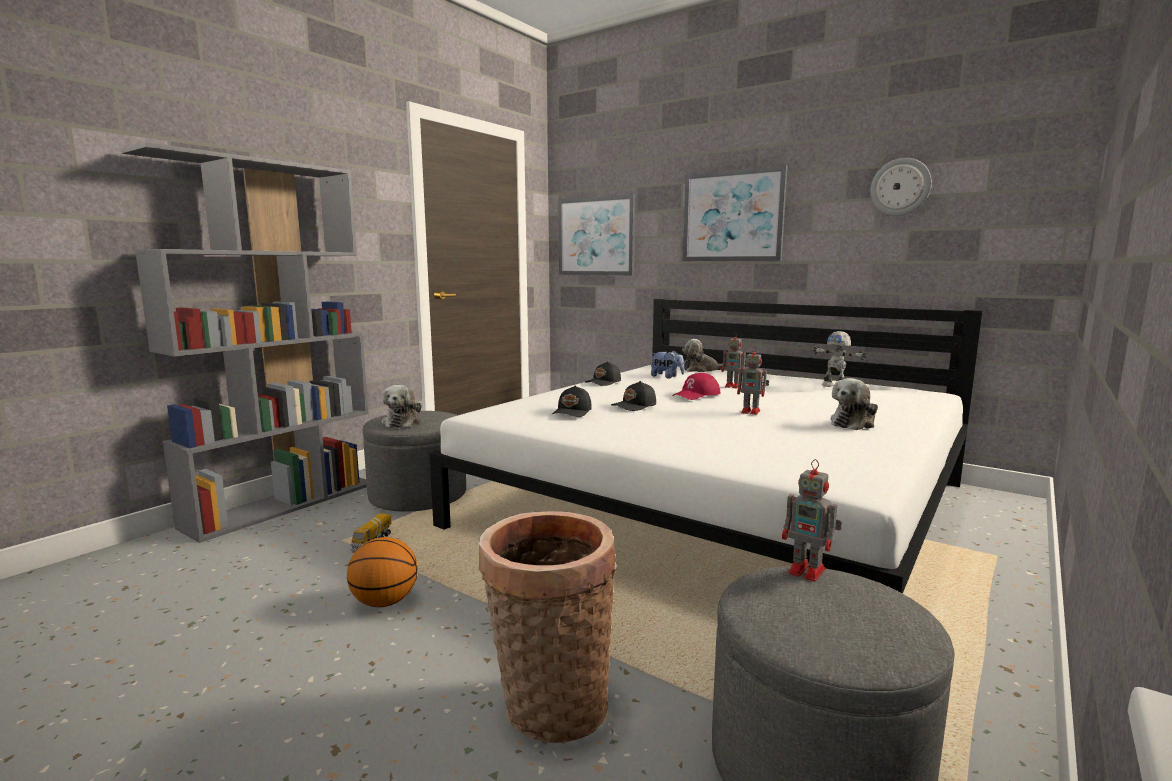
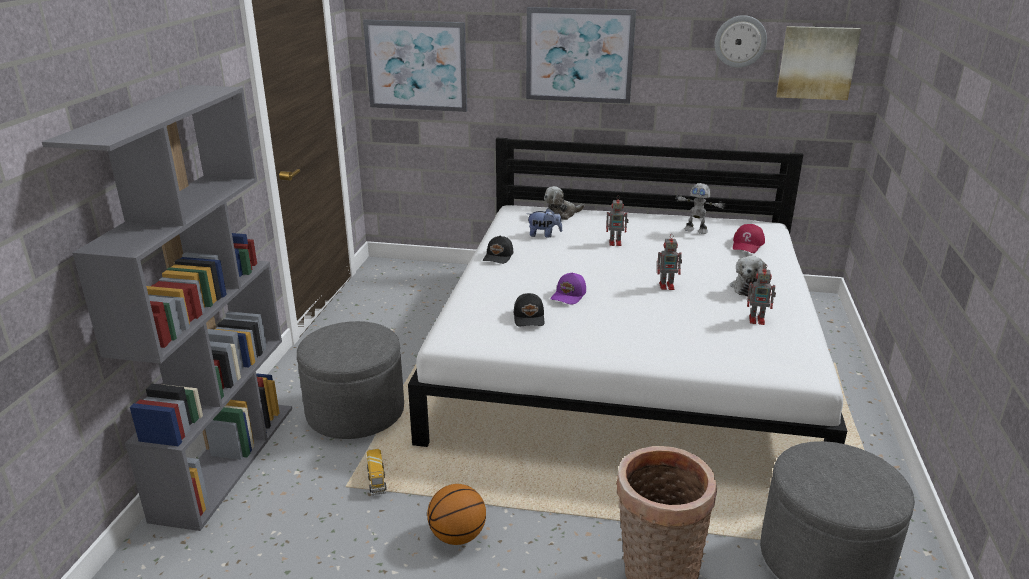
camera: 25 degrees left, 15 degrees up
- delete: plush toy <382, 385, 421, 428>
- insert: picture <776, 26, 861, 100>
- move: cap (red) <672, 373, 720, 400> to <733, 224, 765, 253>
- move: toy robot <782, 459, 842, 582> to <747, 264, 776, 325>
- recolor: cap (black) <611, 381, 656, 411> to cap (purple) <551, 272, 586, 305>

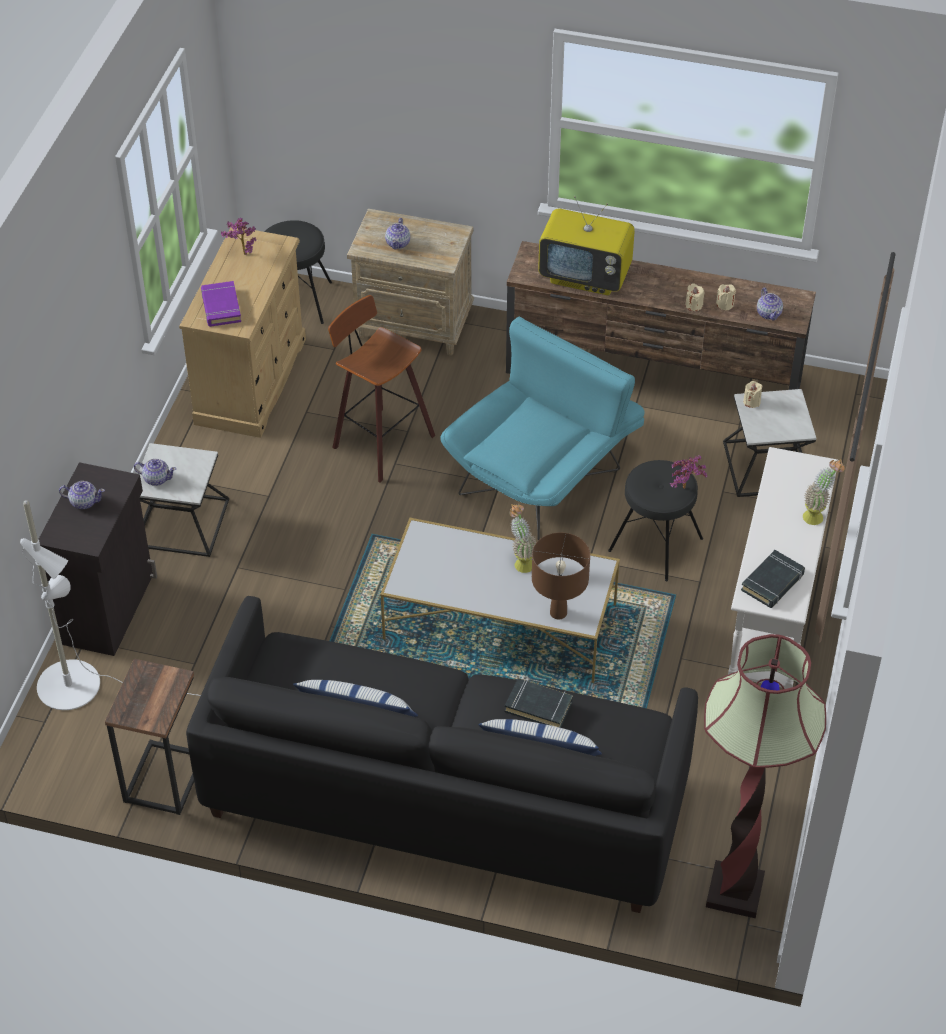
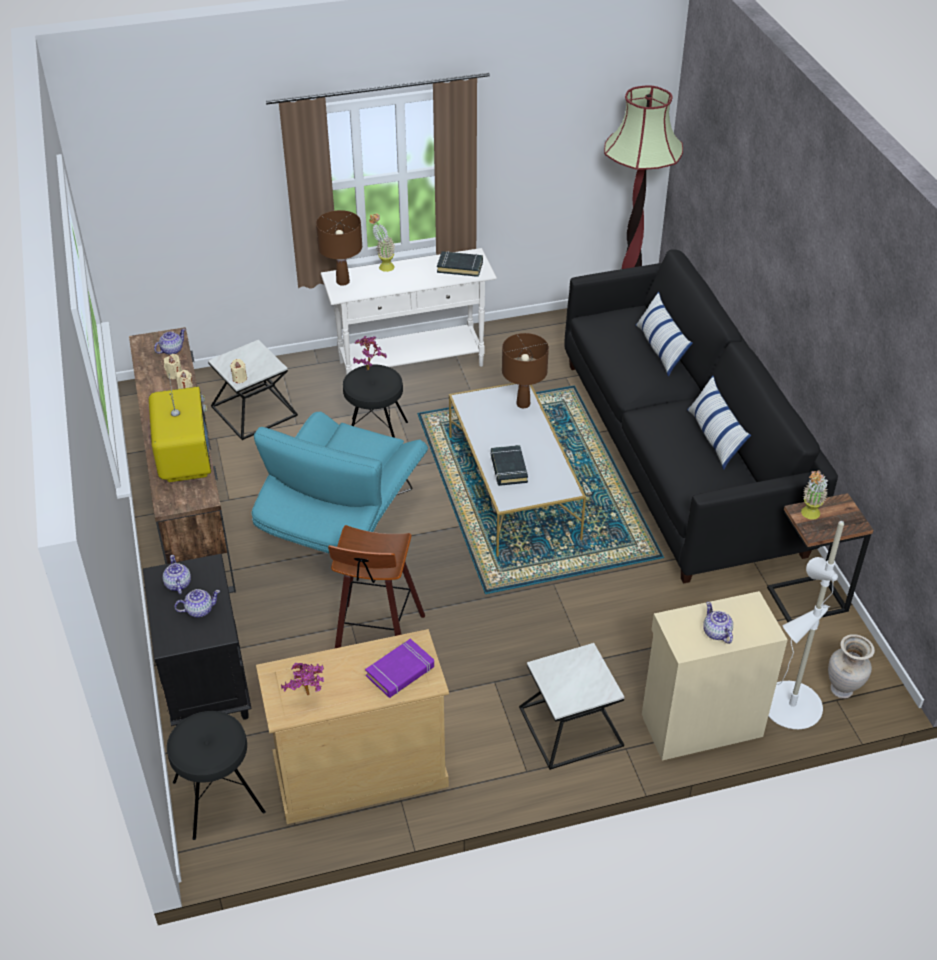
camera: 120 degrees left, 5 degrees down
- insert: table lamp (brown) <316, 210, 362, 286>
- insert: vase (beige) <828, 634, 875, 699>
- move: teapot <134, 459, 176, 486> to <163, 555, 191, 594>
- move: book (black) <505, 678, 573, 728> to <491, 445, 528, 486>
- move: potted plant <510, 504, 536, 573> to <801, 470, 828, 520>
- recolor: cabinet (black) <39, 462, 157, 656> to cabinet (beige) <642, 591, 788, 760>
- recolor: nightstand (beige) <347, 209, 474, 355> to nightstand (black) <143, 554, 252, 726>
- rotate: armchair (turquoise) <440, 317, 645, 540> = <252, 412, 428, 554> 75 degrees counterclockwise

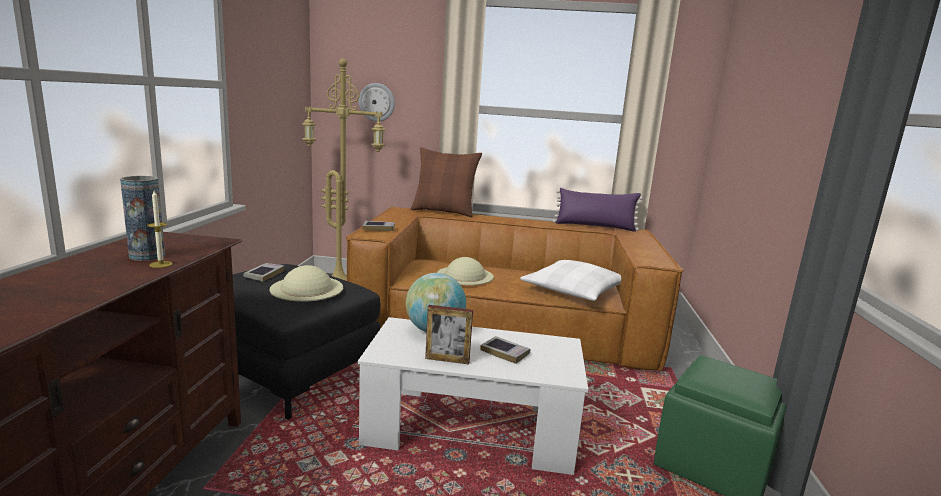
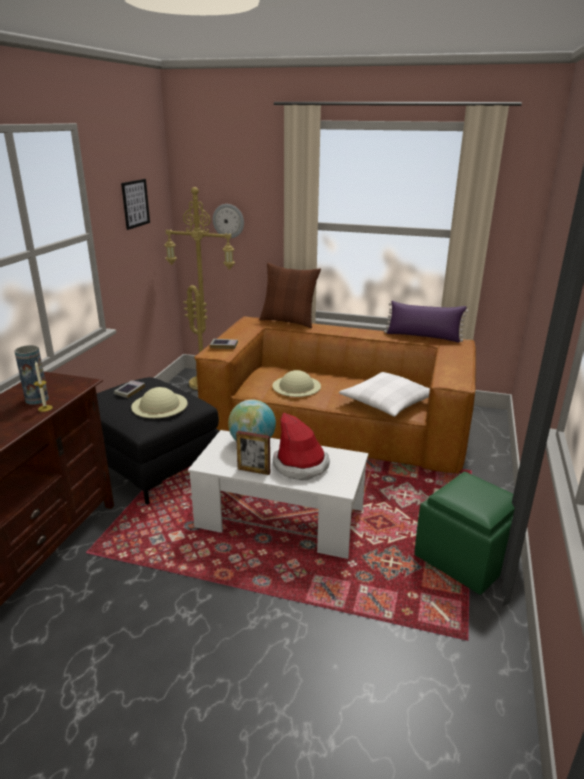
camera: 10 degrees right, 10 degrees up
- insert: picture <121, 179, 150, 230>
- replace: book <480, 336, 530, 364> to hat <273, 412, 330, 480>

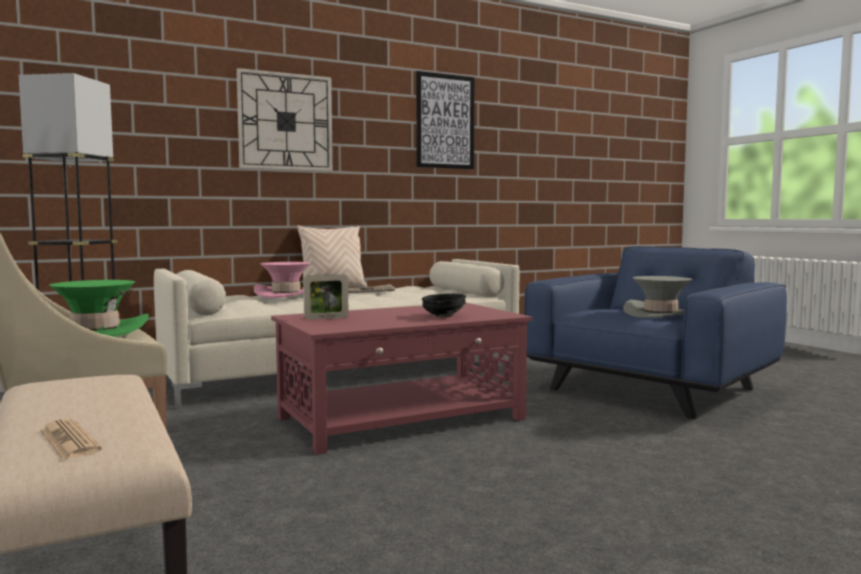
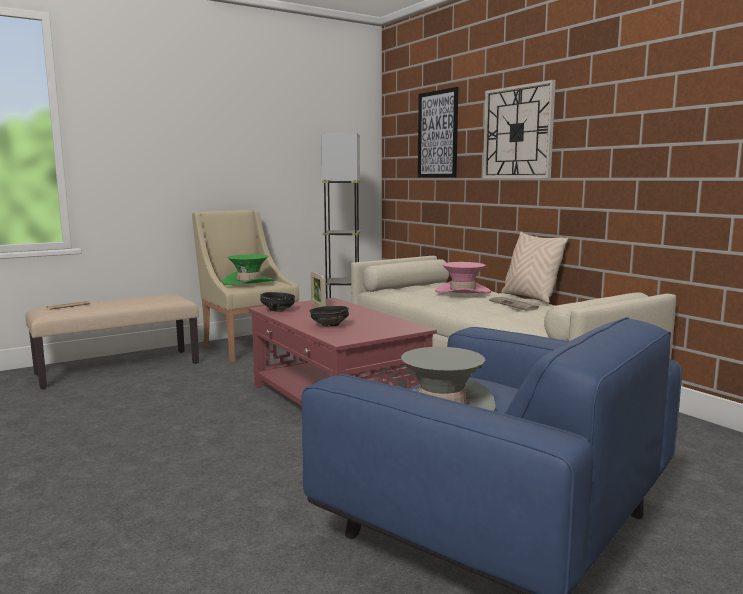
camera: 85 degrees right, 5 degrees up
- insert: bowl (black) <260, 292, 295, 312>
- move: picture <416, 71, 474, 169> to <418, 87, 458, 178>

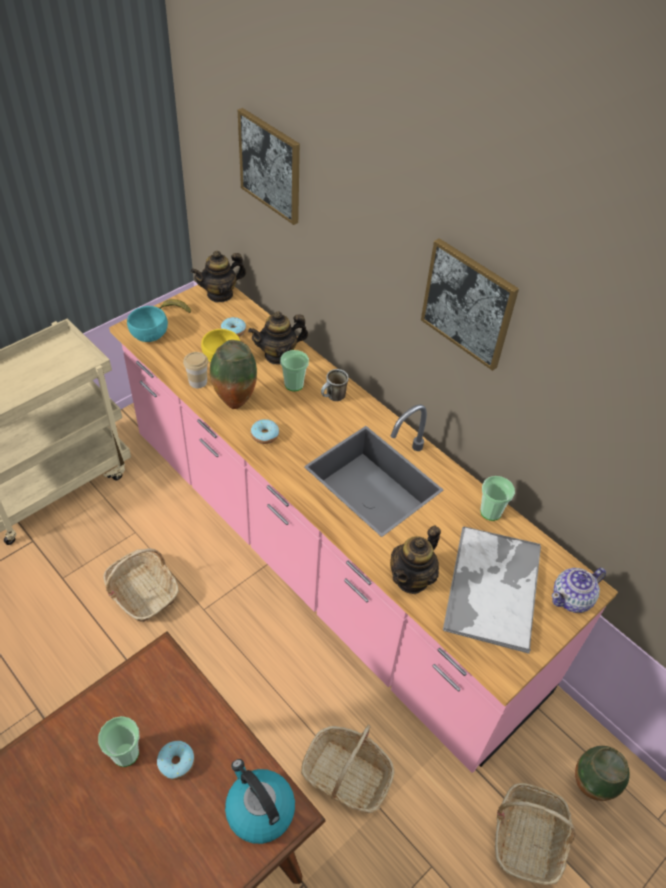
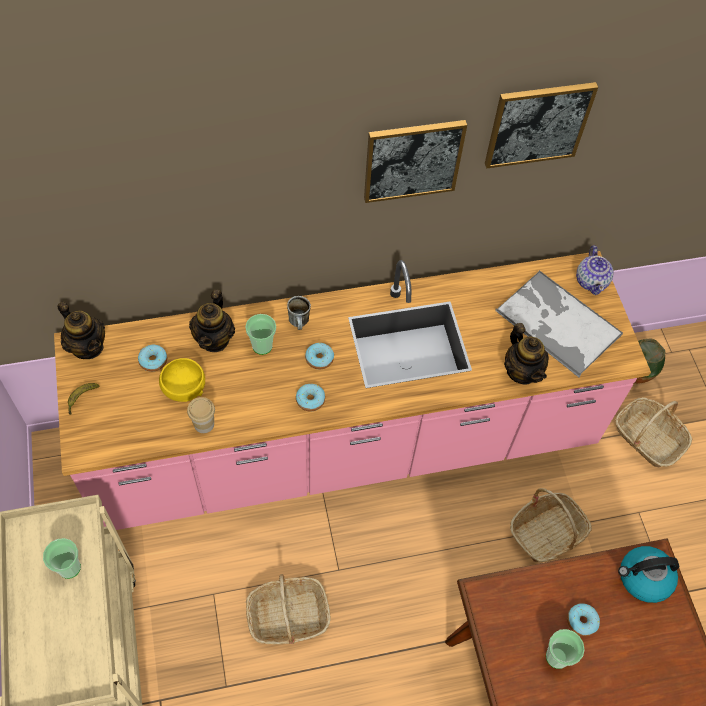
camera: 60 degrees left, 10 degrees up
- delete: bowl (turquoise) <127, 306, 168, 342>
- delete: vase <210, 340, 257, 409>
- insert: donut <305, 343, 334, 369>
- move: picture <238, 108, 300, 225> to <485, 82, 598, 168>
- move: cup <480, 476, 515, 521> to <43, 538, 81, 579>
- rotate: teapot <191, 251, 246, 302> = <58, 301, 105, 359> 45 degrees counterclockwise

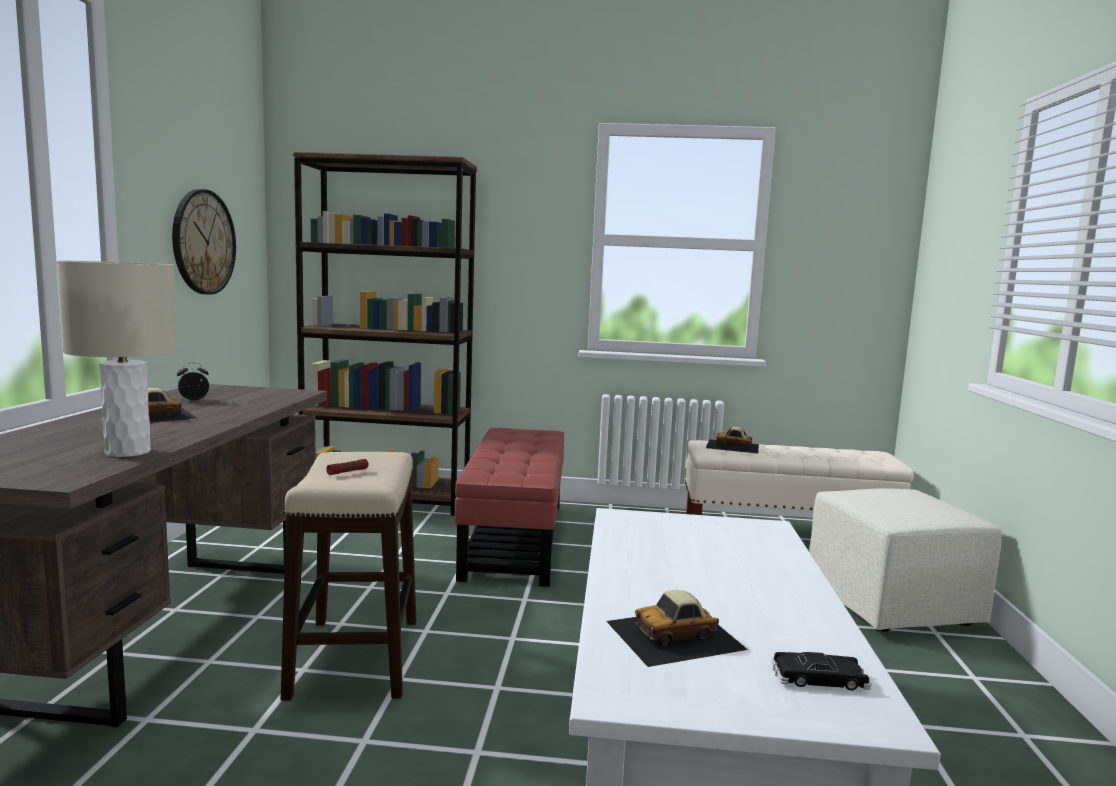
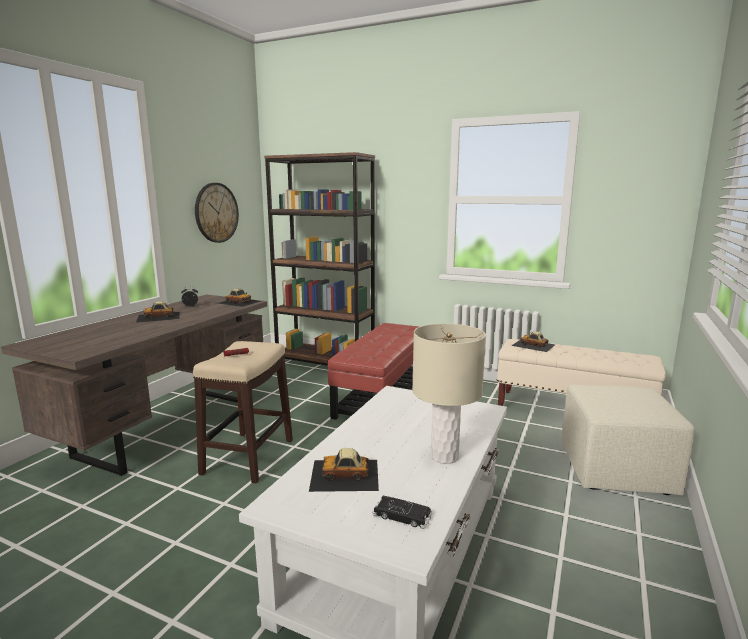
camera: 20 degrees right, 5 degrees up
- insert: toy car <218, 289, 261, 307>
- move: table lamp (beige) <56, 260, 178, 457> to <412, 323, 486, 464>

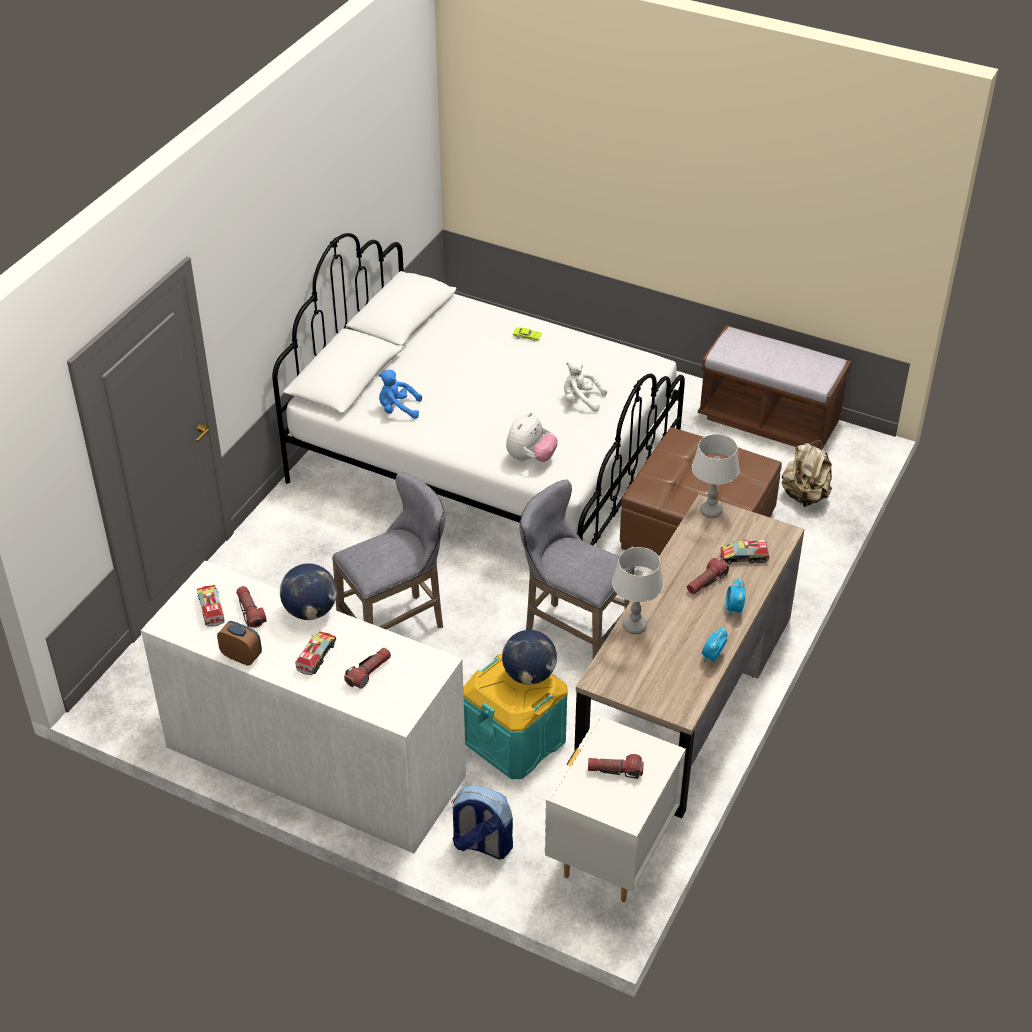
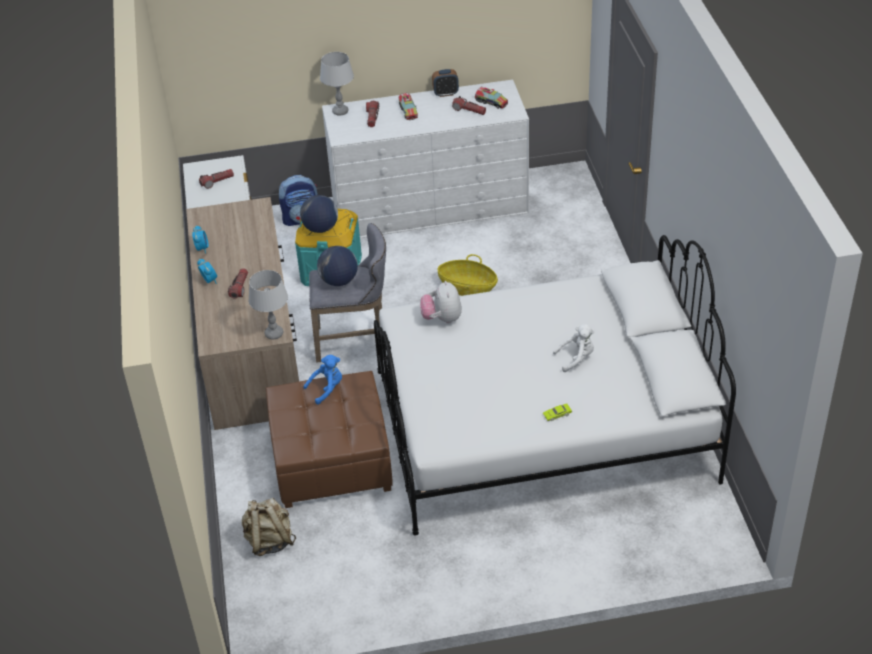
camera: 145 degrees right, 0 degrees up
- delete: bench (brown) <698, 325, 851, 449>
- delete: toy truck <720, 540, 769, 564>
- move: globe <280, 563, 337, 620> to <317, 246, 358, 286>
- move: plush toy (blue) <379, 370, 422, 419> to <303, 355, 342, 404>
- move: plush toy (white) <564, 359, 607, 412> to <553, 324, 595, 372>
- move: table lamp (grey) <612, 547, 664, 634> to <320, 52, 354, 116>
- replace: stool (grey) <332, 472, 445, 630> to basket <438, 254, 498, 296>

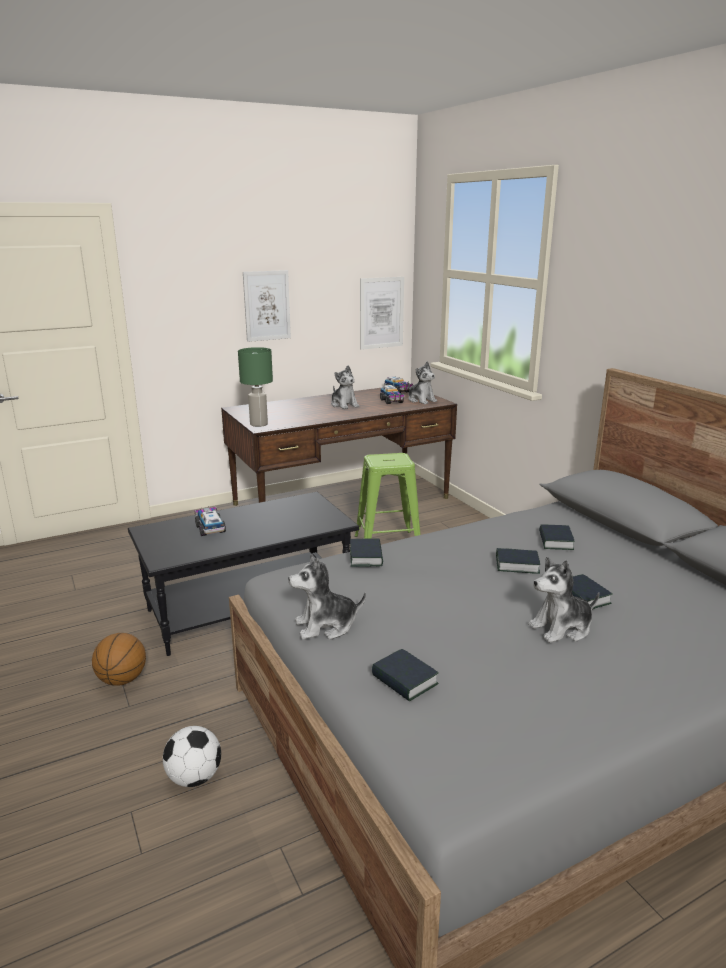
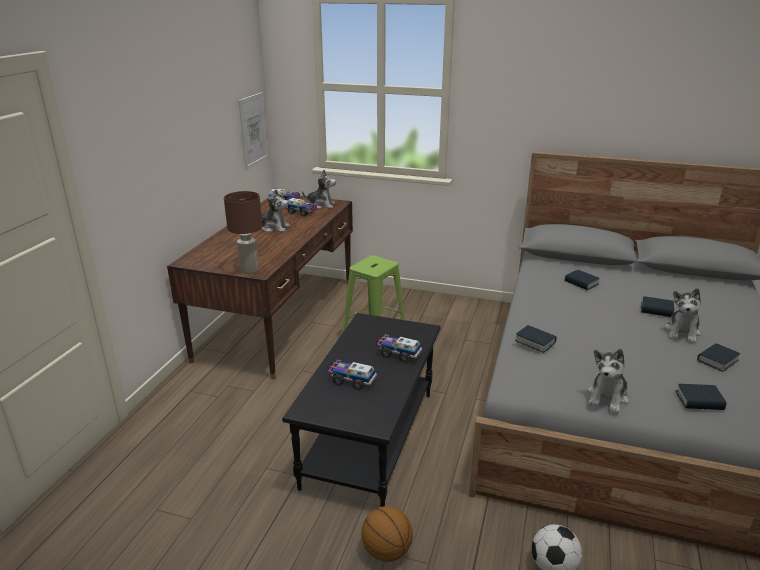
camera: 45 degrees left, 5 degrees up
- delete: picture <243, 270, 291, 342>
- insert: toy truck <376, 335, 422, 363>
- move: book <496, 548, 540, 574> to <697, 343, 740, 372>
- recolor: table lamp (green) <238, 347, 273, 427> to table lamp (brown) <224, 191, 262, 274>

